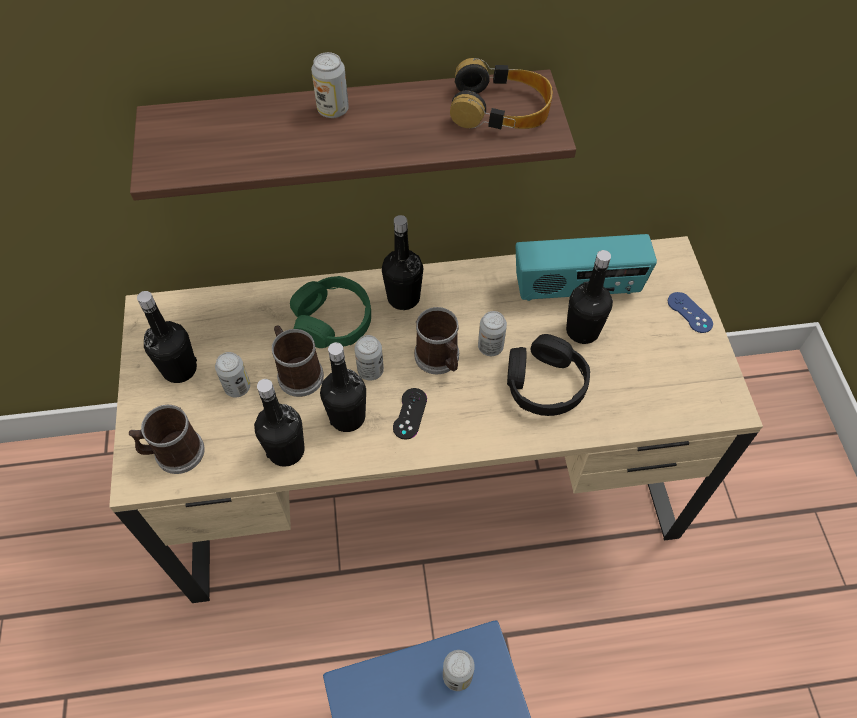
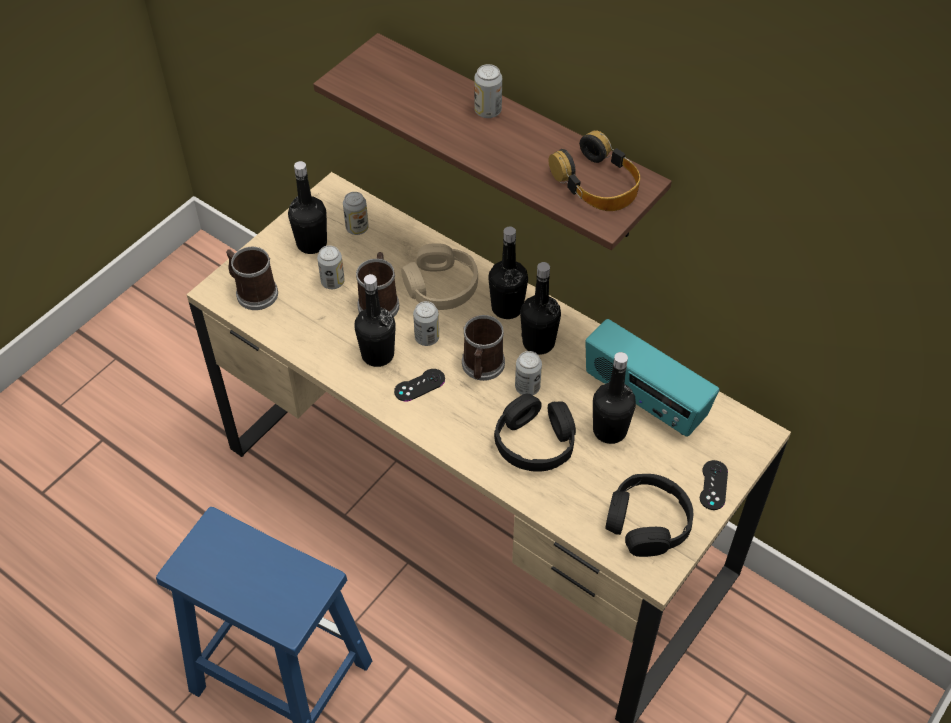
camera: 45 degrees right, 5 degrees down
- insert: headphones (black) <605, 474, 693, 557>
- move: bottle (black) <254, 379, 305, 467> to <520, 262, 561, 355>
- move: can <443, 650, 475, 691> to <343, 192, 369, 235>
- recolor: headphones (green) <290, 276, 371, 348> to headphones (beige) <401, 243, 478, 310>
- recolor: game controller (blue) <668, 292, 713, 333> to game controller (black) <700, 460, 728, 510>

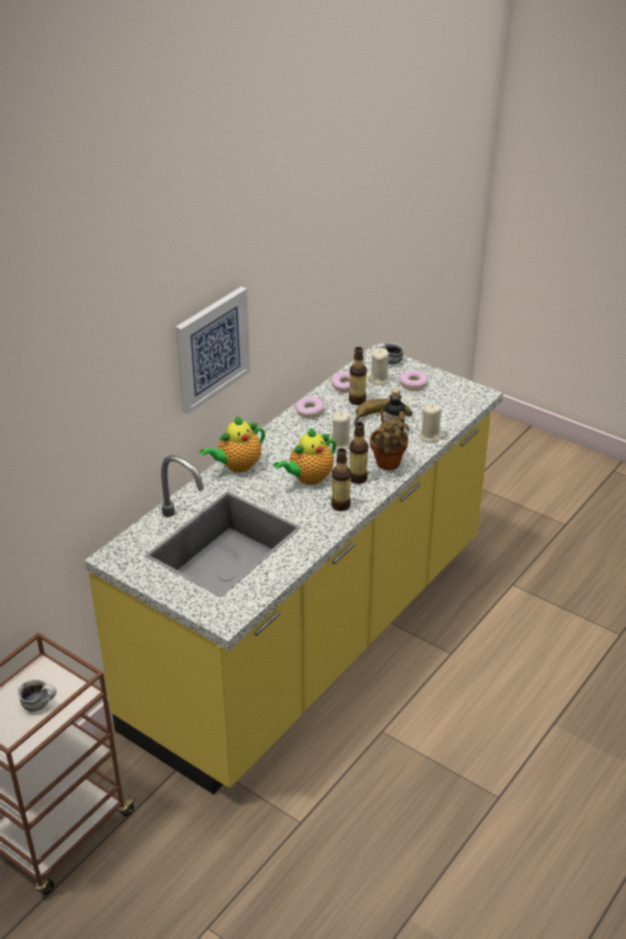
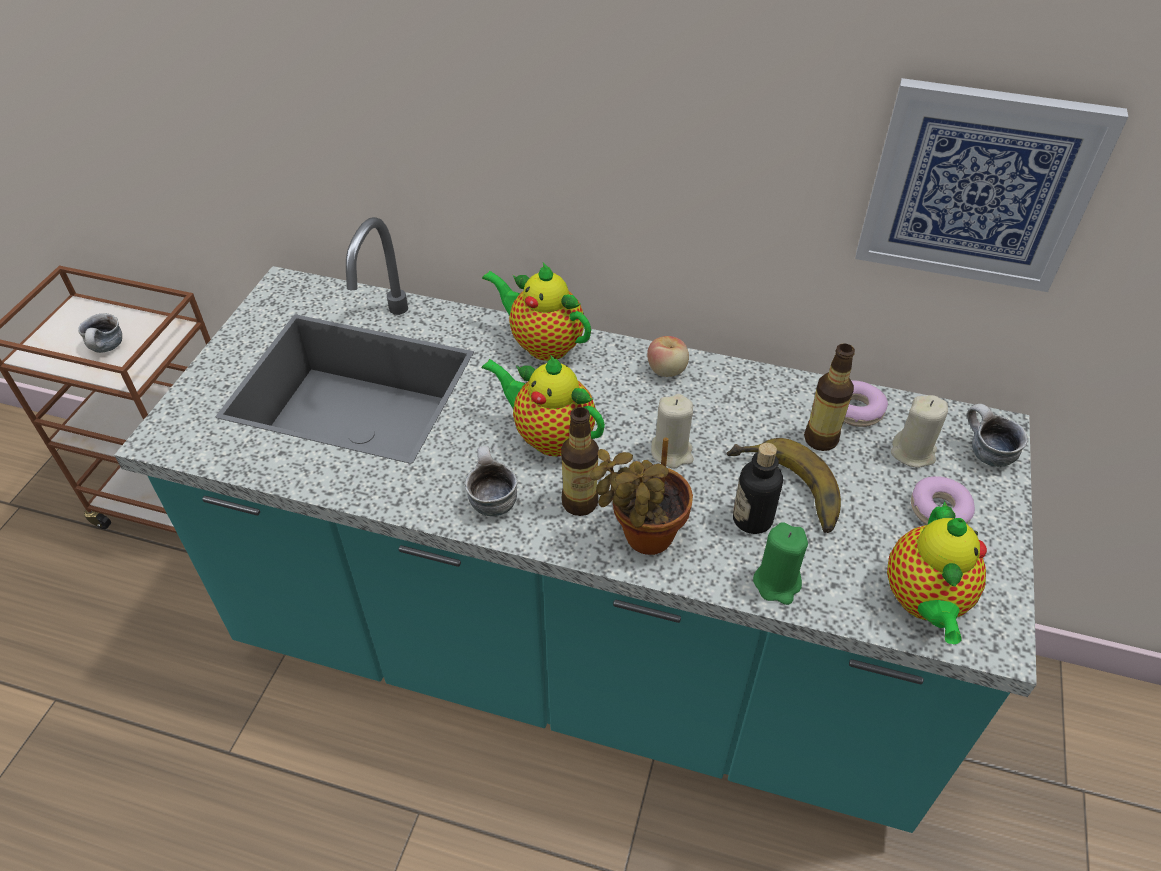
camera: 70 degrees right, 10 degrees up
- delete: donut <296, 397, 324, 418>
- insert: apple <647, 336, 689, 377>
- insert: teapot <887, 501, 987, 644>
- move: picture <175, 287, 250, 415> to <855, 78, 1128, 292>
- replace: bottle <331, 448, 351, 511> to mug <465, 446, 517, 516>
- recolor: counter (yellow) <84, 344, 503, 795> to counter (turquoise) <114, 217, 1037, 833>
- recolor: candle (beige) <418, 404, 443, 442> to candle (green) <753, 522, 808, 605>

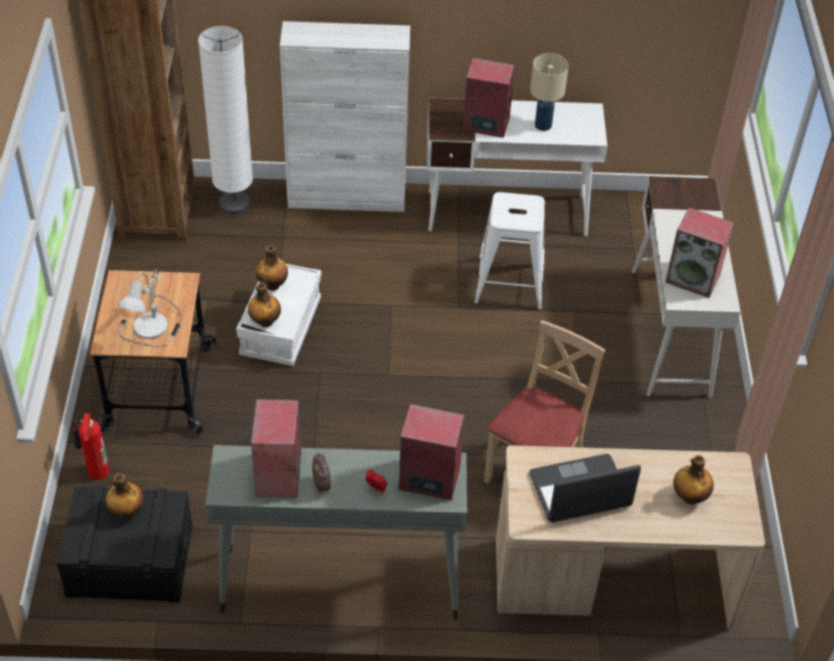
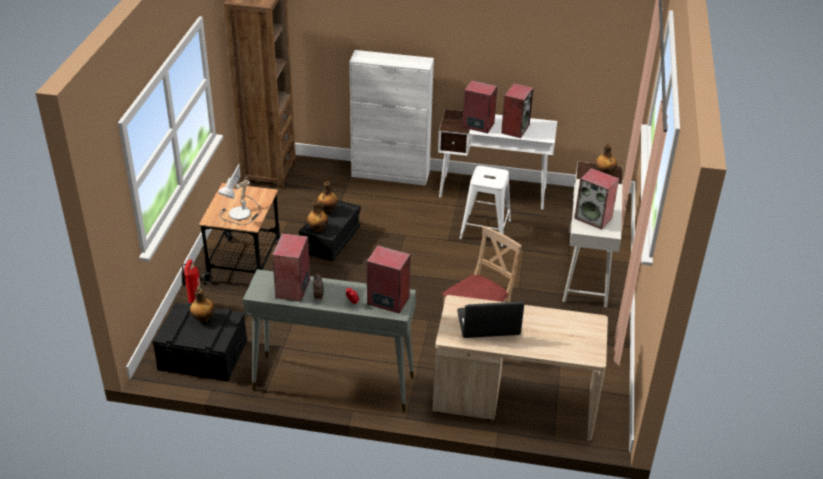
camera: 10 degrees right, 10 degrees down
- delete: floor lamp (white) <198, 26, 253, 215>
- move: bottle <673, 455, 714, 504> to <595, 144, 617, 175>
- replace: table lamp (beige) <530, 53, 569, 131> to speaker <501, 83, 533, 138>
- recolor: storage box (white) <236, 264, 321, 366> to storage box (black) <299, 200, 361, 261>

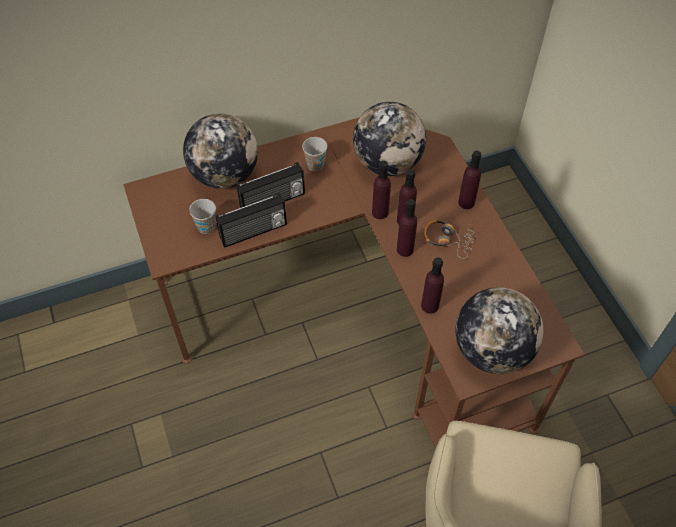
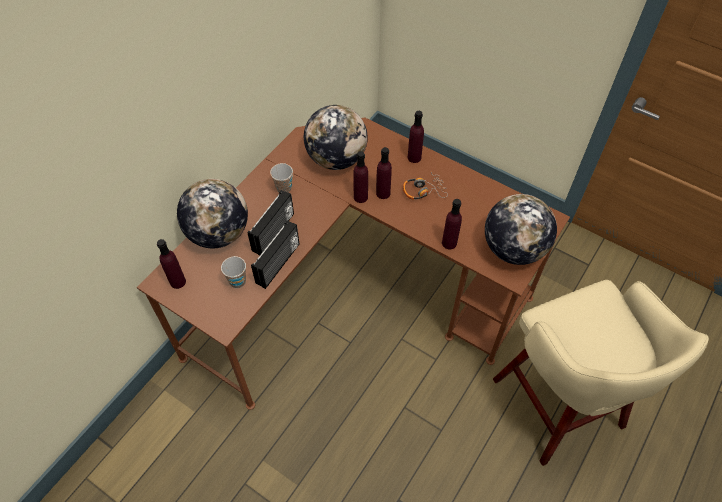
camera: 35 degrees left, 0 degrees up
- move: bottle (purple) <397, 199, 417, 257> to <157, 239, 186, 289>

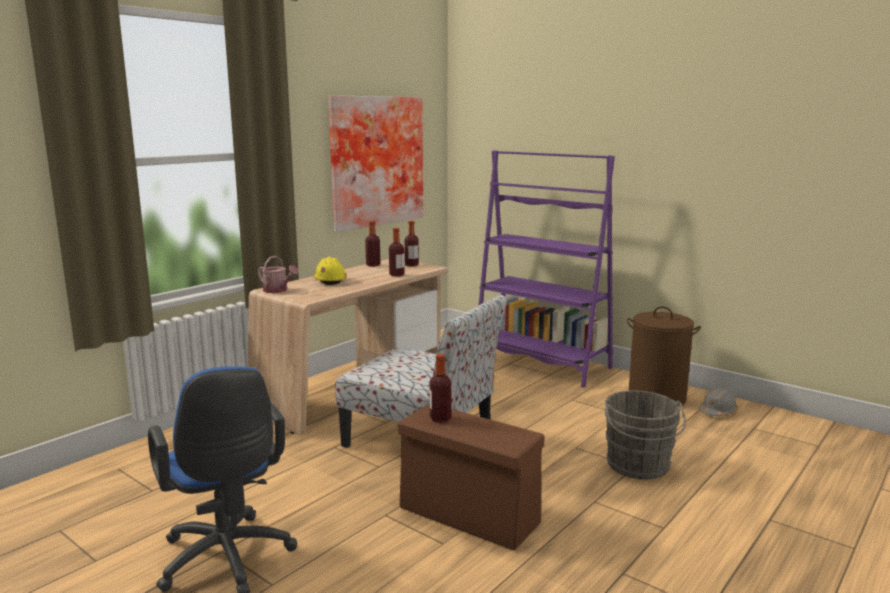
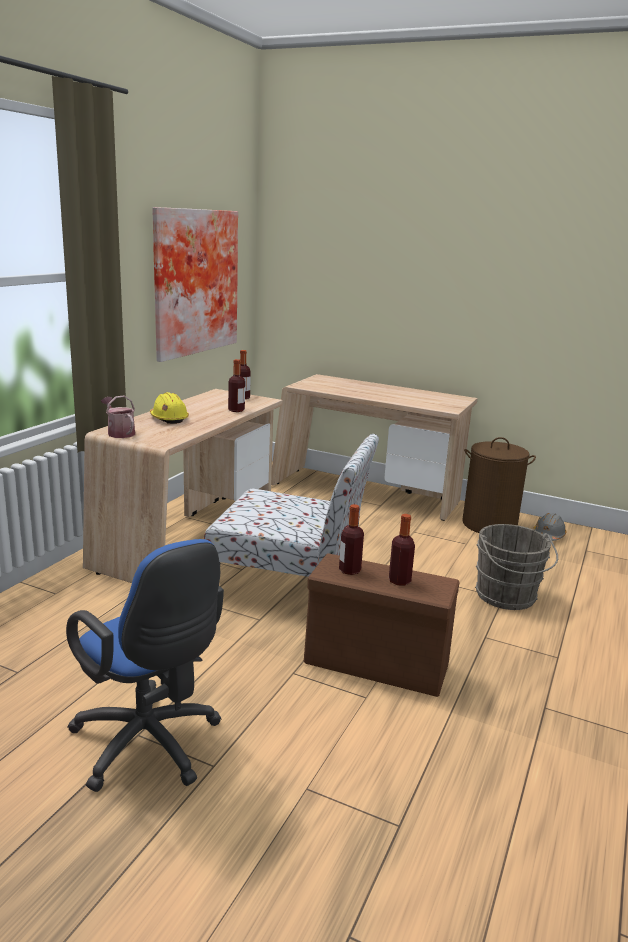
camera: 15 degrees left, 5 degrees up
- move: bottle <365, 221, 380, 267> to <389, 514, 415, 586>
- replace: bookcase (purple) <478, 150, 615, 388> to desk (beige) <271, 374, 478, 521>
- rotate: watering can <258, 256, 299, 293> = <101, 395, 135, 438> 150 degrees counterclockwise

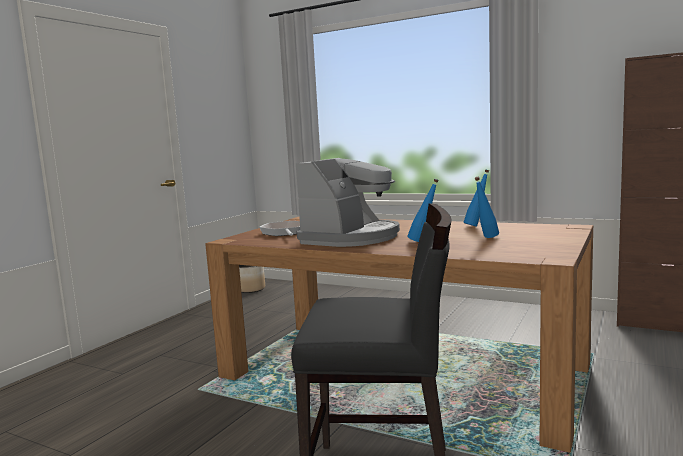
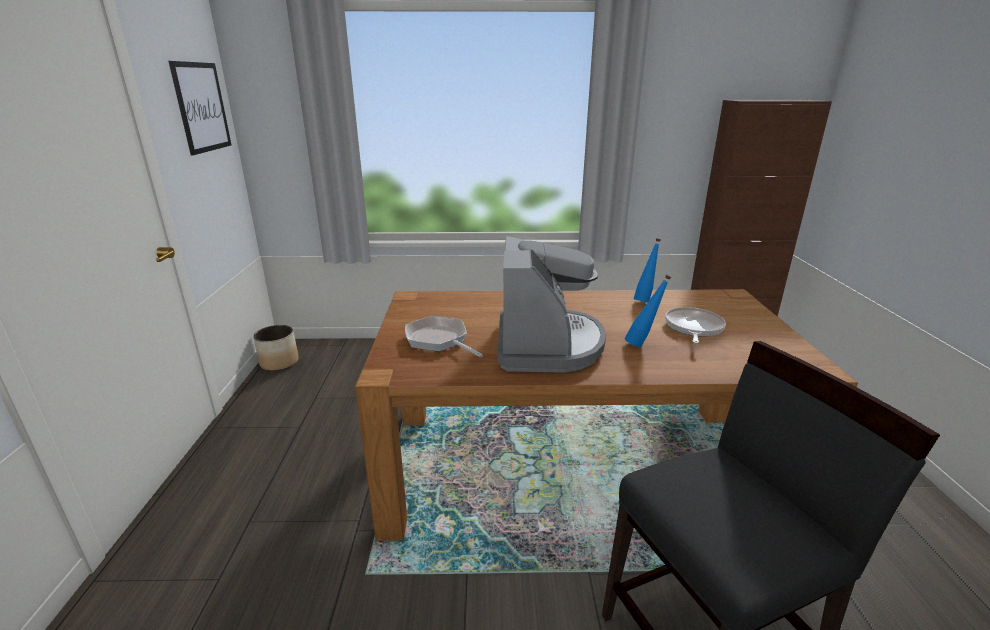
camera: 30 degrees left, 15 degrees up
- insert: picture <168, 61, 231, 155>
- replace: bottle (blue) <475, 177, 499, 238> to frying pan <665, 307, 726, 344>

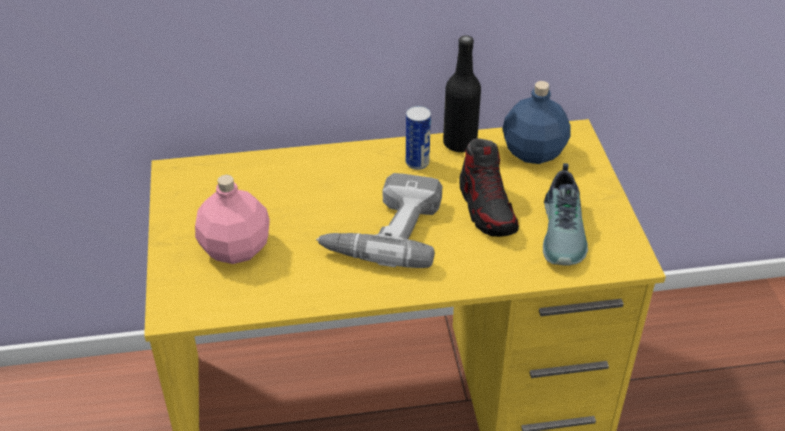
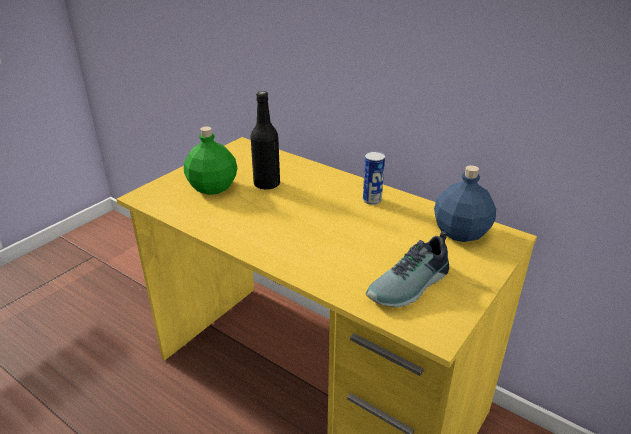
camera: 45 degrees right, 10 degrees down
- delete: power drill <316, 173, 442, 268>
- delete: shoe <459, 138, 519, 237>
- move: bottle (black) <443, 35, 481, 153> to <250, 91, 280, 190>
- recolor: bottle (pink) <195, 175, 270, 264> to bottle (green) <184, 126, 237, 195>

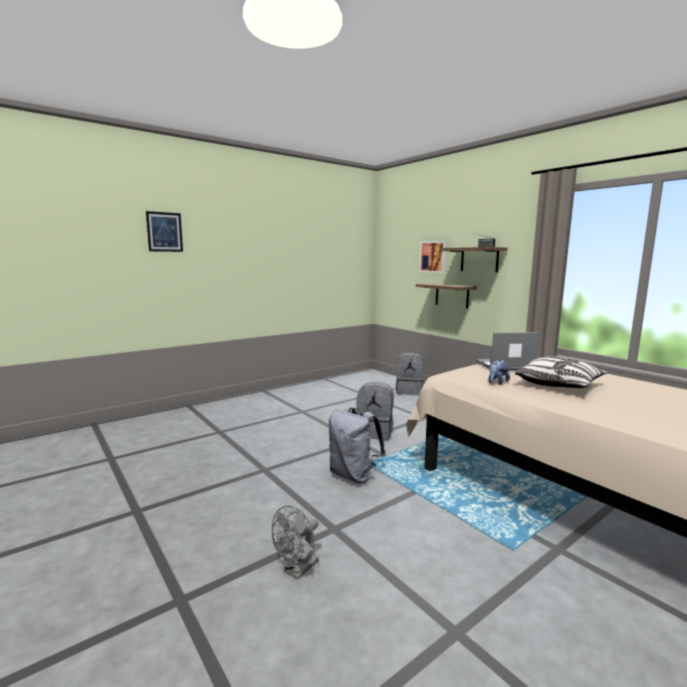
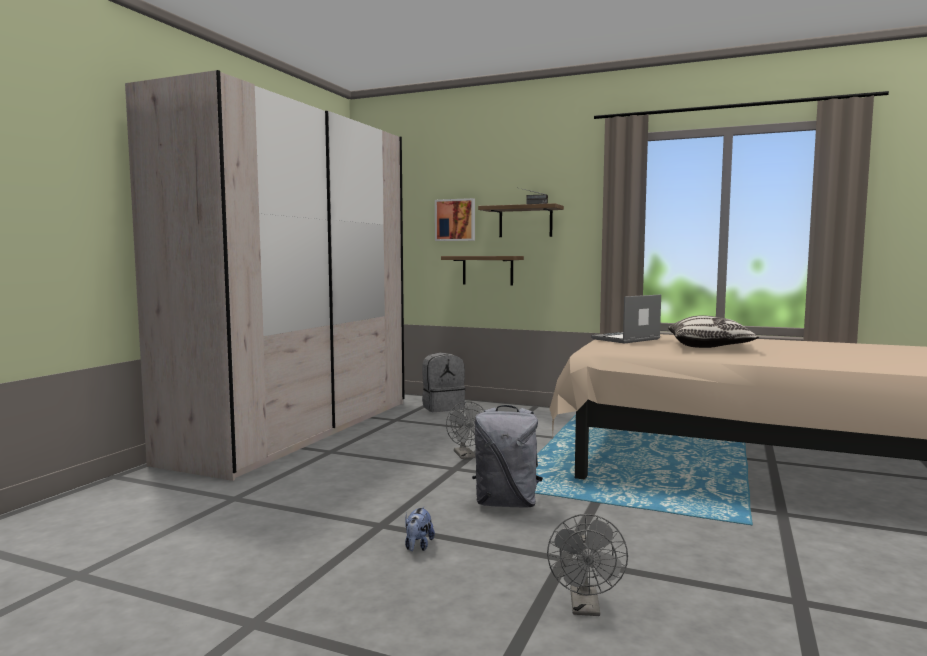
camera: 30 degrees left, 5 degrees down
- delete: picture <146, 211, 183, 252>
- insert: wardrobe (beige) <125, 70, 404, 481>
- move: plush toy <489, 360, 510, 385> to <405, 507, 435, 551>
- replace: backpack (grey) <356, 382, 394, 440> to fan (grey) <446, 401, 484, 459>

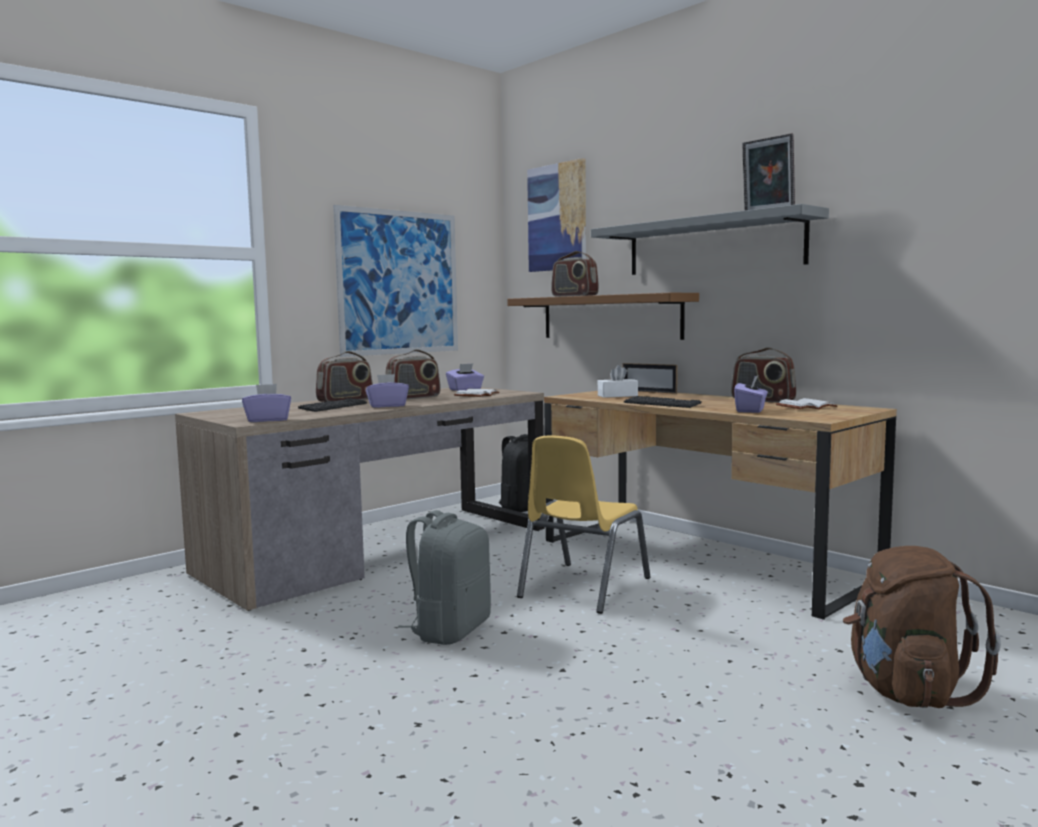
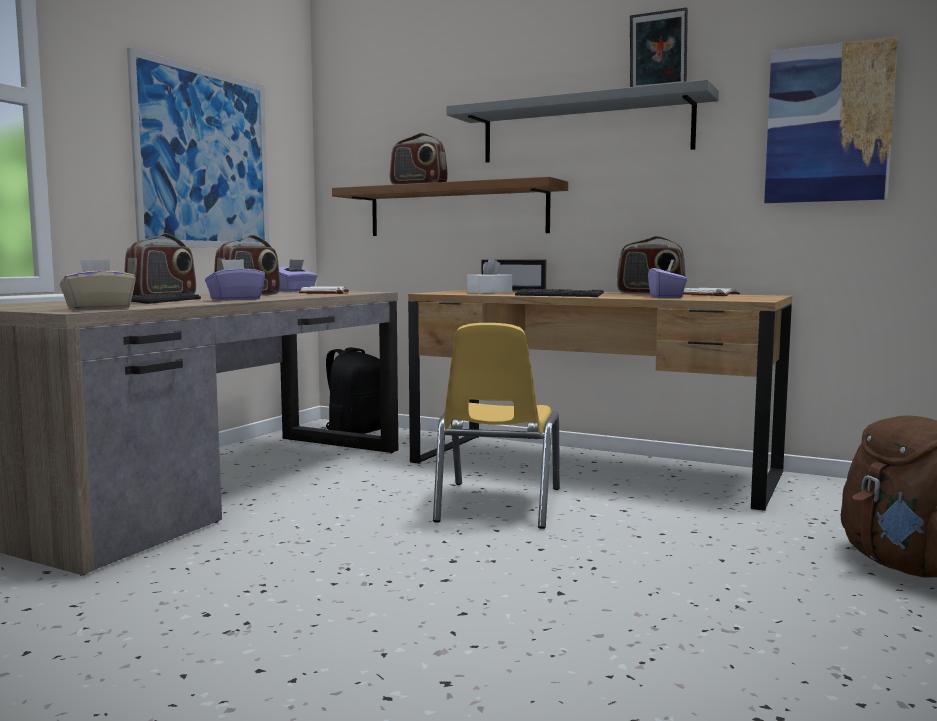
camera: 20 degrees left, 0 degrees up
- delete: backpack (grey) <398, 510, 491, 645>
- move: picture <527, 158, 586, 272> to <764, 36, 898, 203>
- recolor: tissue box (purple) <242, 384, 291, 422> to tissue box (beige) <60, 259, 136, 311>

